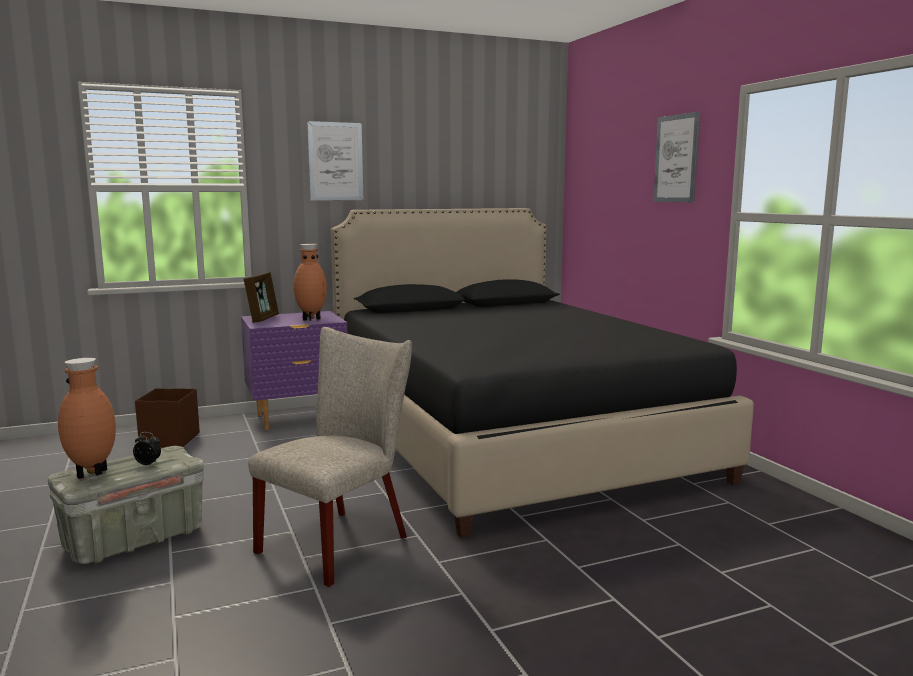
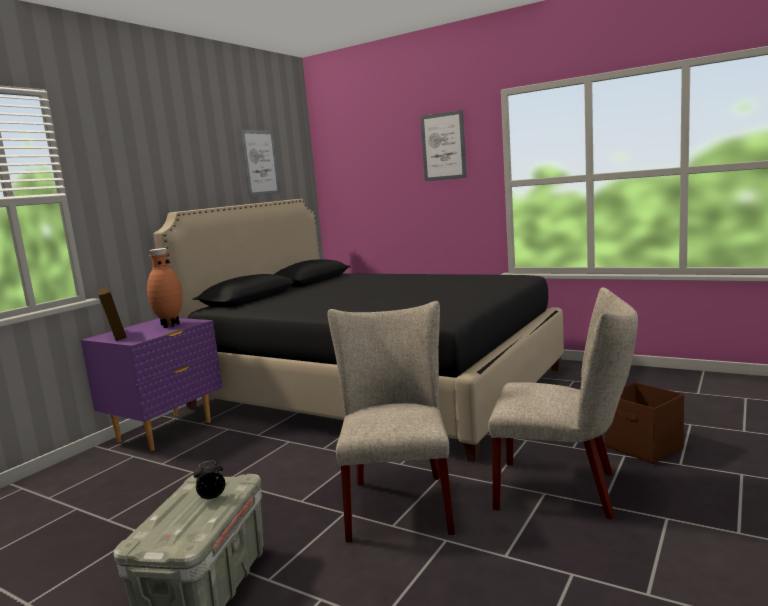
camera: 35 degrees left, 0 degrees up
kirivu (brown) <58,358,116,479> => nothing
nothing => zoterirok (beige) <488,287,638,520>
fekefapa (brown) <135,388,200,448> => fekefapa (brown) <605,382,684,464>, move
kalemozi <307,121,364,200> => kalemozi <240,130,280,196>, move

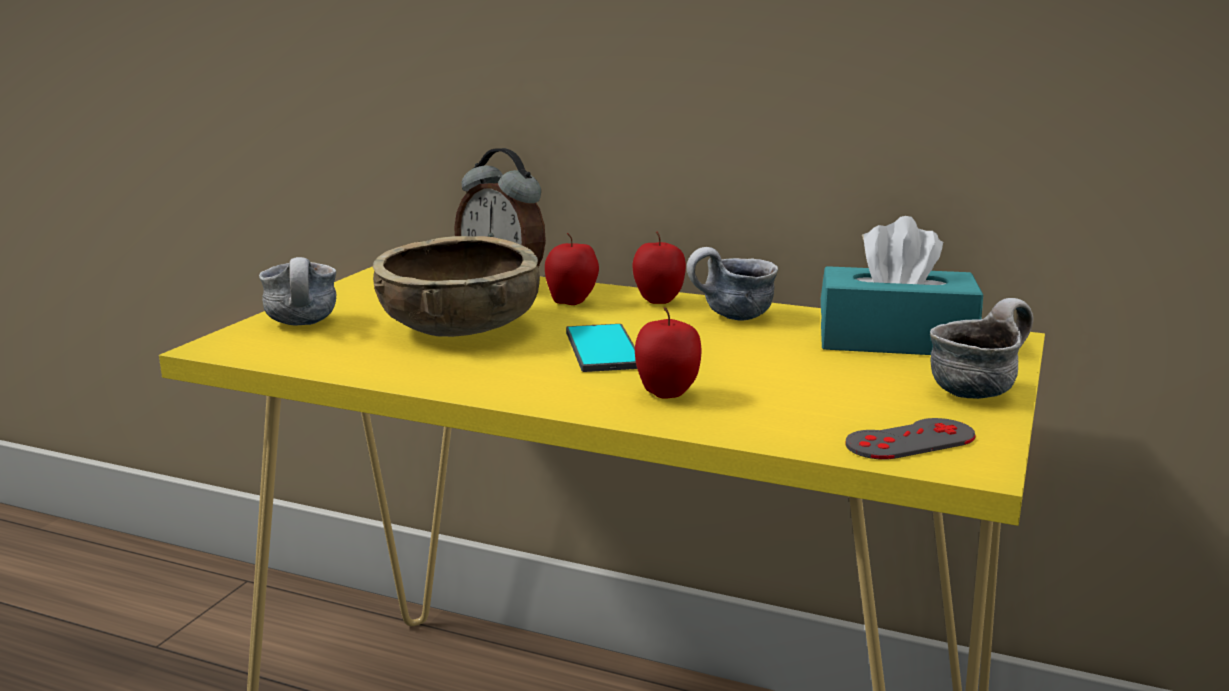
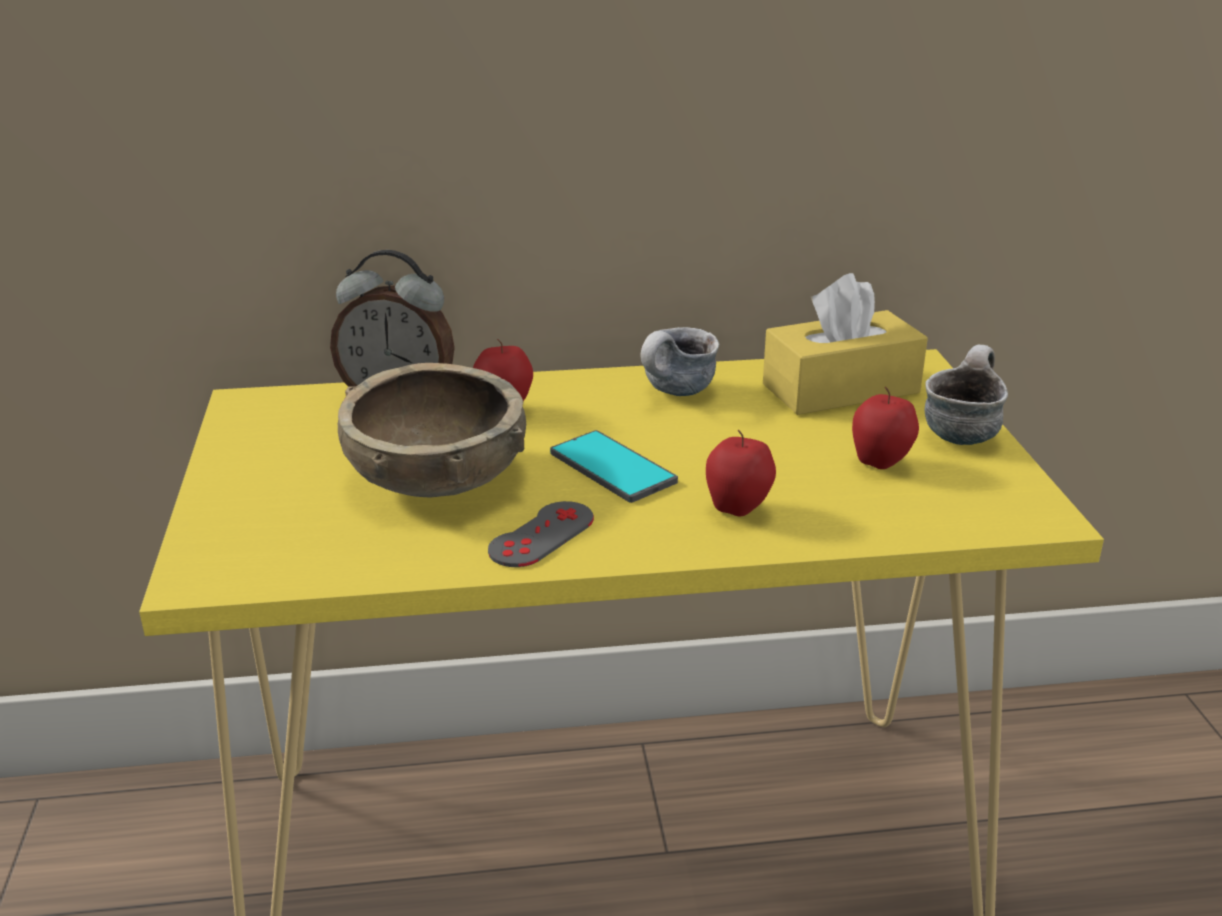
camera: 30 degrees left, 10 degrees up
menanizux <259,257,336,325> => nothing
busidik <632,232,686,304> => busidik <852,387,919,469>, move
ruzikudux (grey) <845,418,976,460> => ruzikudux (grey) <488,501,594,567>, move
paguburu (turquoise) <821,216,983,355> => paguburu (yellow) <763,273,928,415>

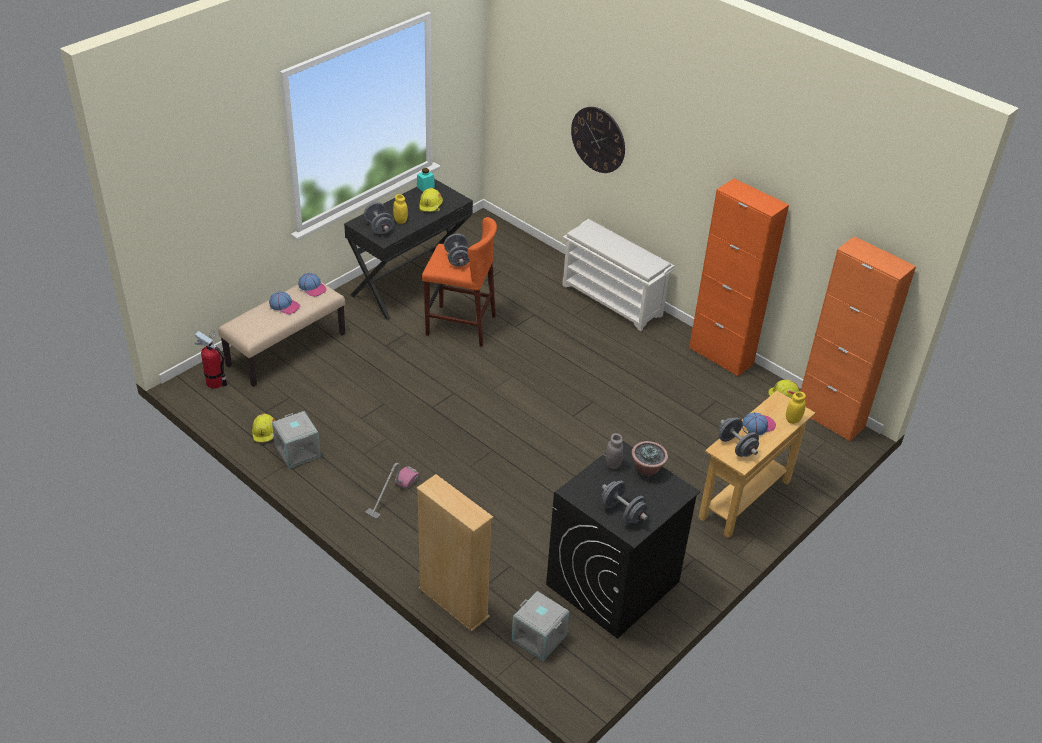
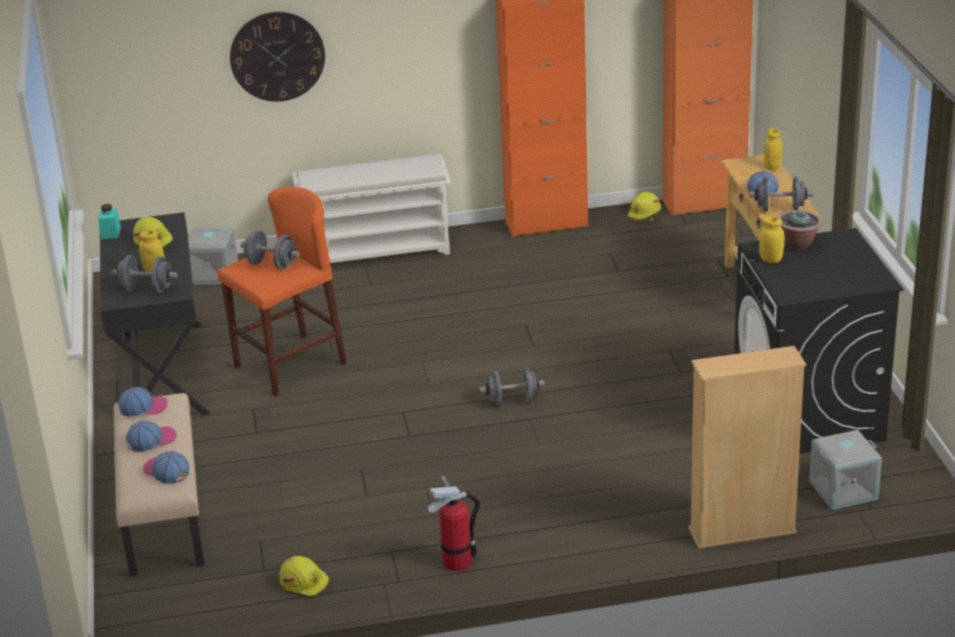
camera: 50 degrees left, 10 degrees down
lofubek <365,463,420,519> => nothing
nothing => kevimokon <143,451,189,483>
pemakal <195,330,228,389> => pemakal <428,476,480,571>, move
fekefapa (grey) <272,411,321,469> => fekefapa (grey) <188,227,238,284>, move
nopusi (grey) <602,481,648,524> => nopusi (grey) <480,367,545,406>, move
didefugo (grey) <606,433,623,469> => didefugo (yellow) <759,216,785,263>

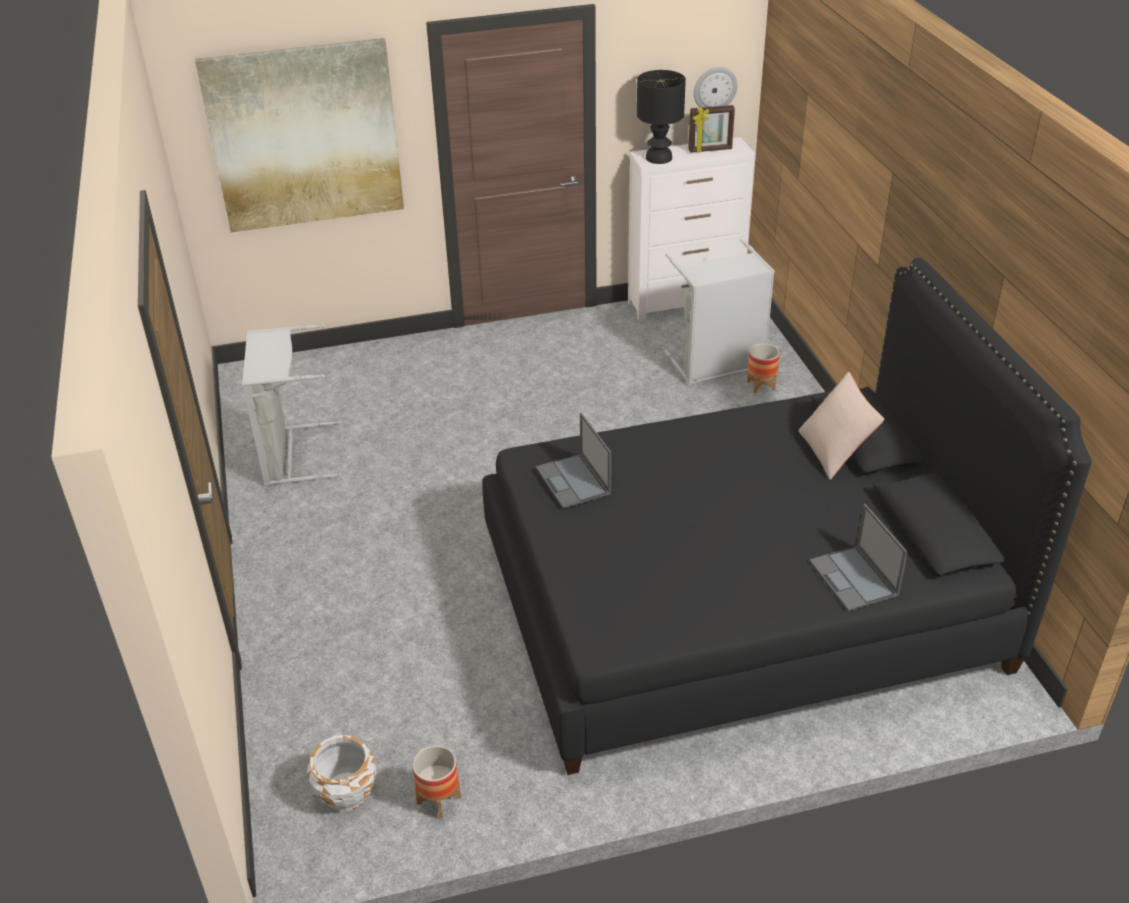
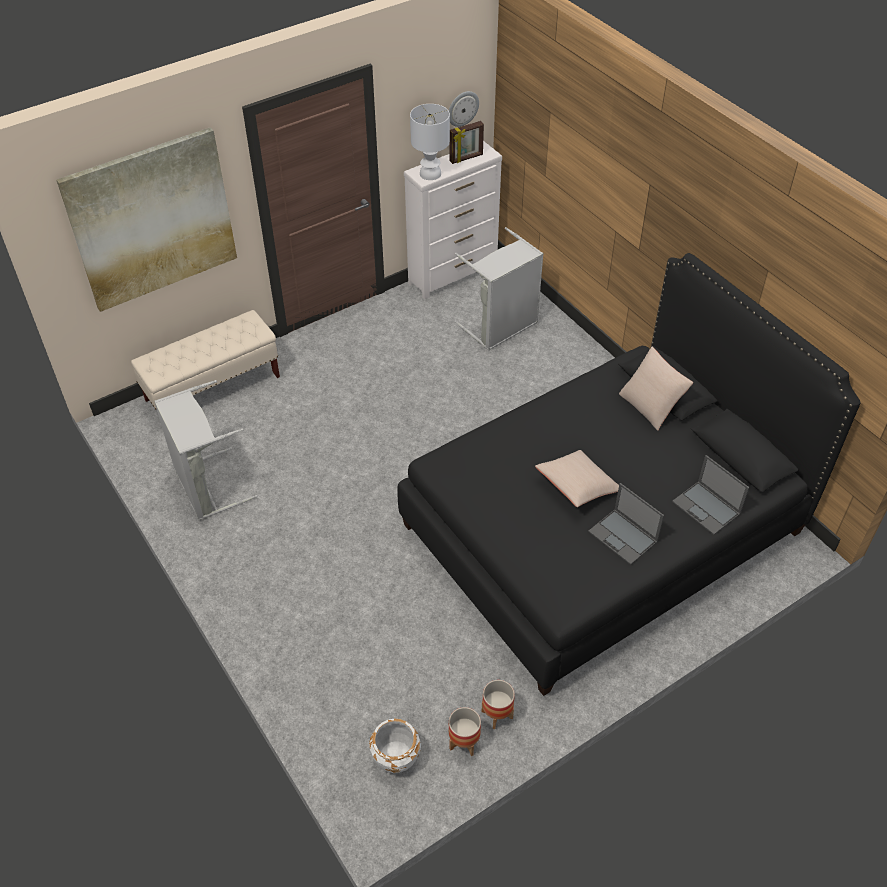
camera: 20 degrees left, 10 degrees up
nothing => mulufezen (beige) <131,310,280,410>
nothing => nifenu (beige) <535,450,619,507>
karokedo <536,413,611,509> => karokedo <588,483,664,565>, move
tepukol <747,343,780,394> => tepukol <481,680,515,729>, move
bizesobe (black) <637,70,686,164> => bizesobe (white) <410,104,450,180>

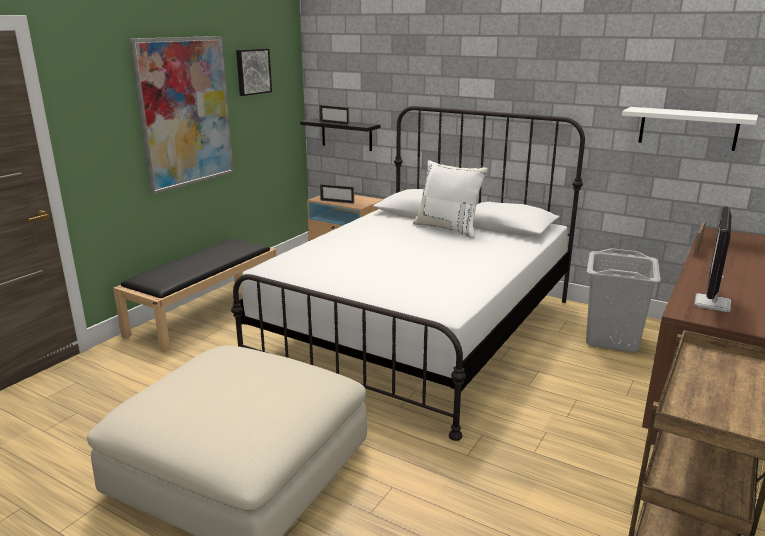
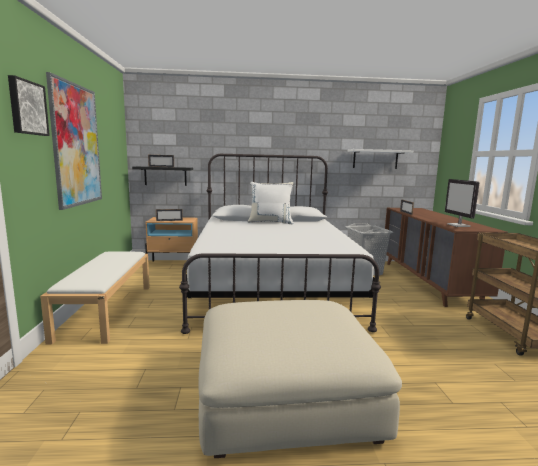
camera: 35 degrees left, 10 degrees down
kalemozi <236,49,272,96> => kalemozi <8,75,50,136>, move
mulufezen (black) <113,239,277,353> => mulufezen (white) <40,252,150,344>

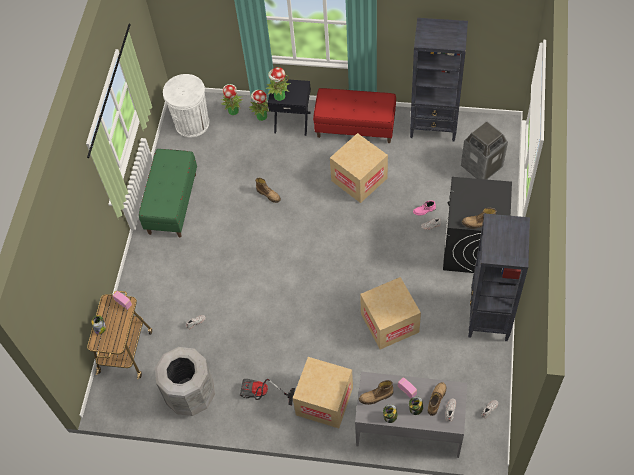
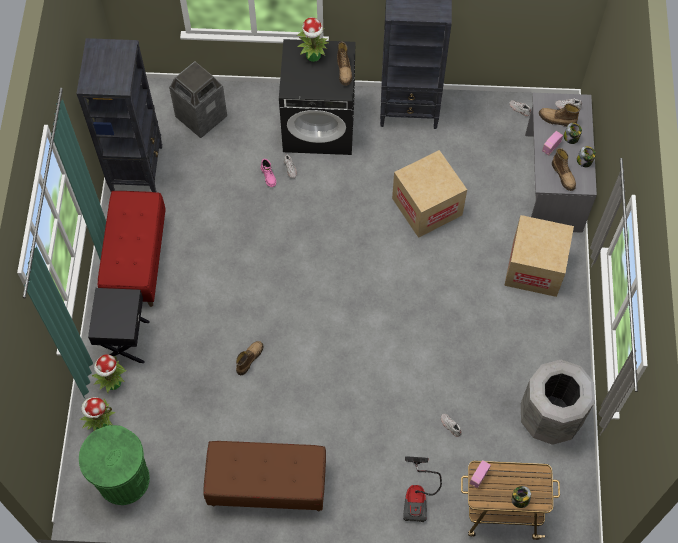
camera: 100 degrees left, 5 degrees up
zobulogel <330,133,388,203> => nothing
lofubek <240,379,295,405> => lofubek <403,456,442,522>, move
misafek <265,67,290,101> => misafek <297,17,328,62>, move
mulufezen (green) <139,149,197,237> => mulufezen (brown) <203,441,326,511>
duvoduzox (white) <163,74,209,137> => duvoduzox (green) <79,425,150,505>

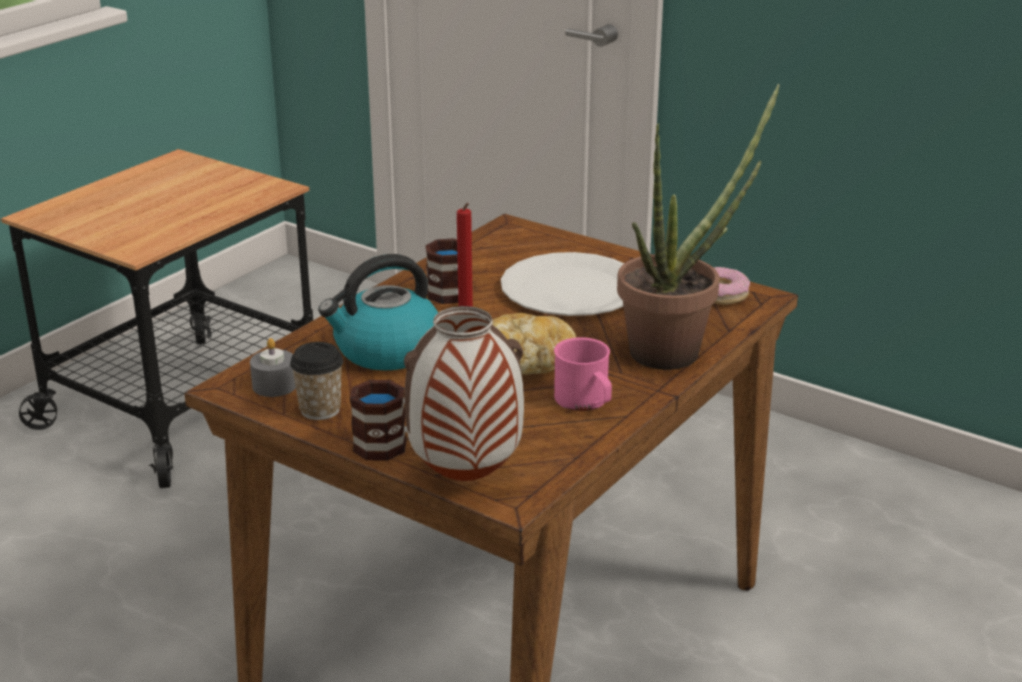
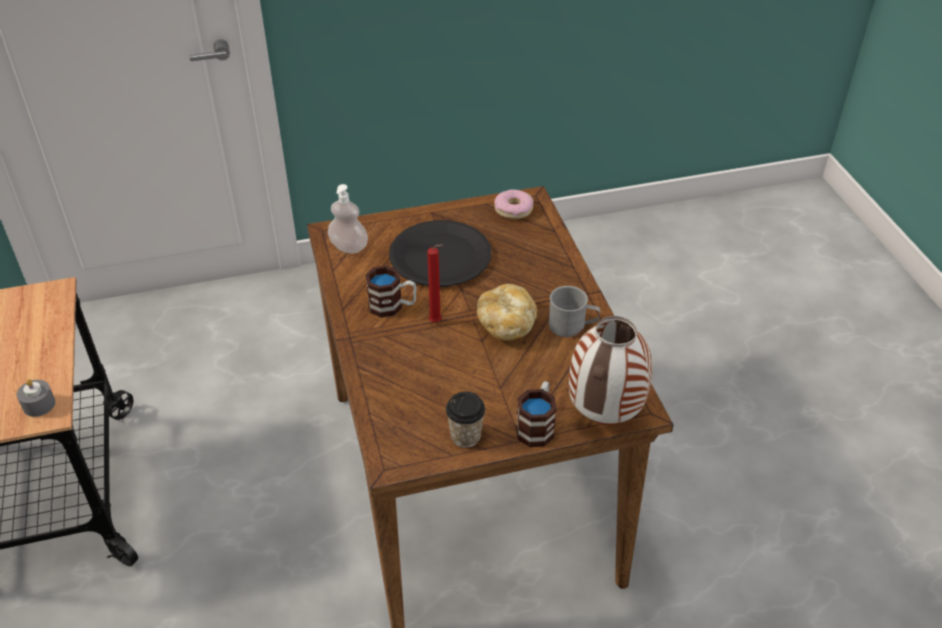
camera: 50 degrees left, 15 degrees up
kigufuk <318,254,438,371> => nothing
misafek <617,84,780,370> => nothing
nothing => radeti <328,184,368,253>
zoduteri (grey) <250,338,296,397> => zoduteri (grey) <17,379,55,417>, move
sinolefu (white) <501,252,624,316> => sinolefu (black) <389,220,491,287>
menanizux (pink) <554,337,612,411> => menanizux (grey) <549,286,600,337>

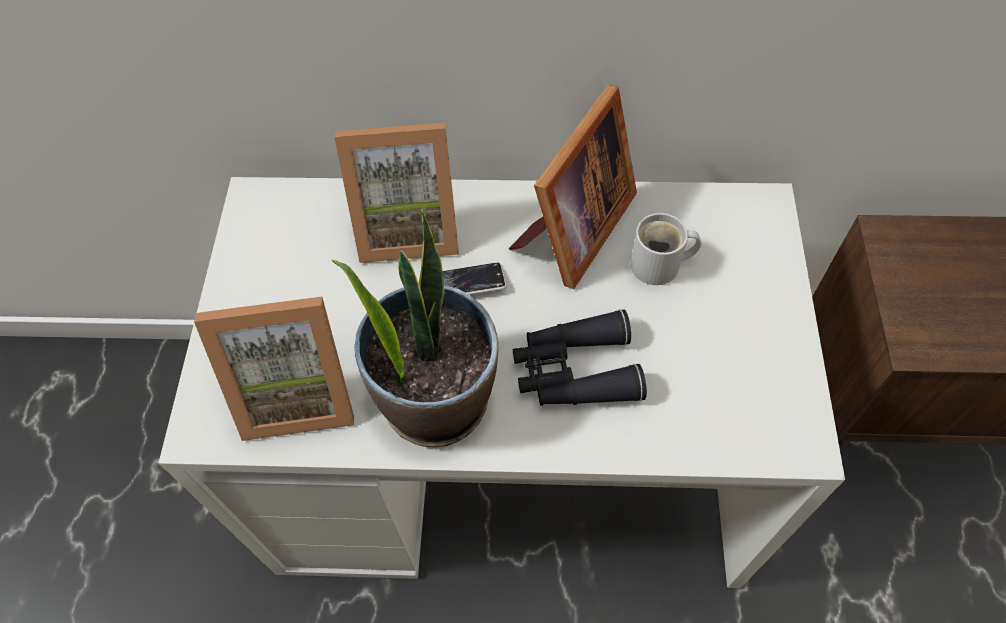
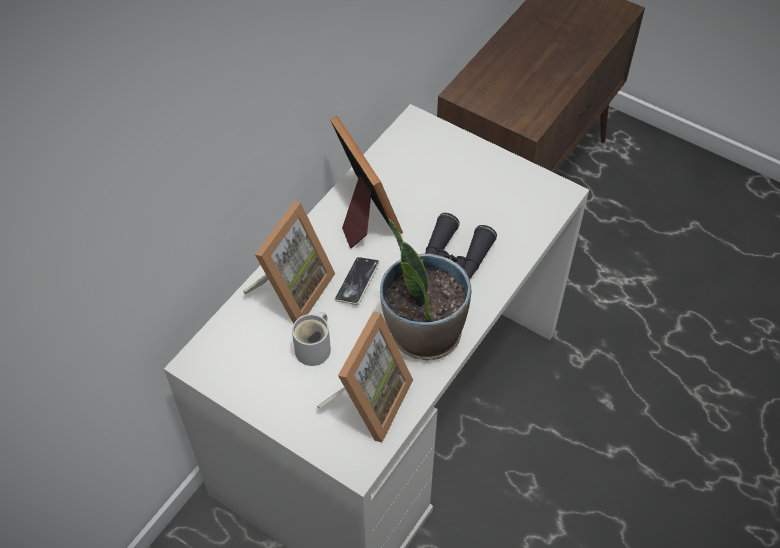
camera: 60 degrees left, 5 degrees down
menanizux (white) <630,213,702,285> => menanizux (white) <292,312,331,366>, move

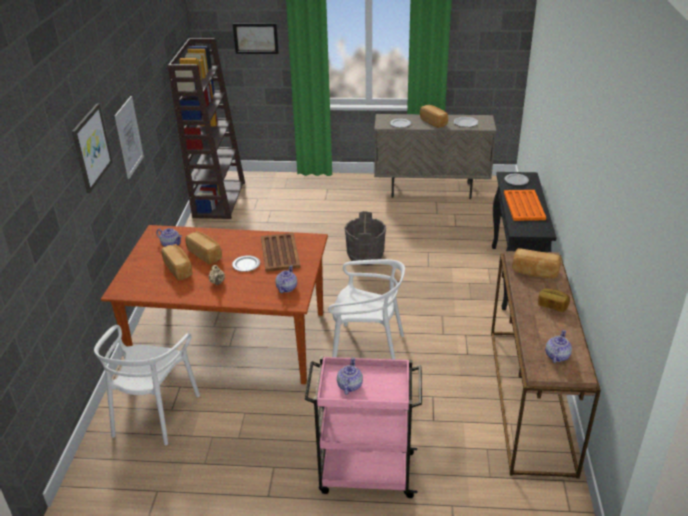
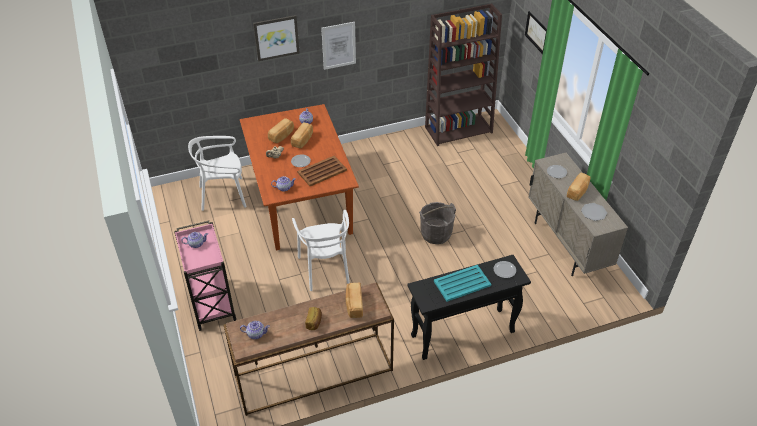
camera: 65 degrees right, 10 degrees up
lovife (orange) <504,190,546,221> => lovife (turquoise) <434,265,491,302>

